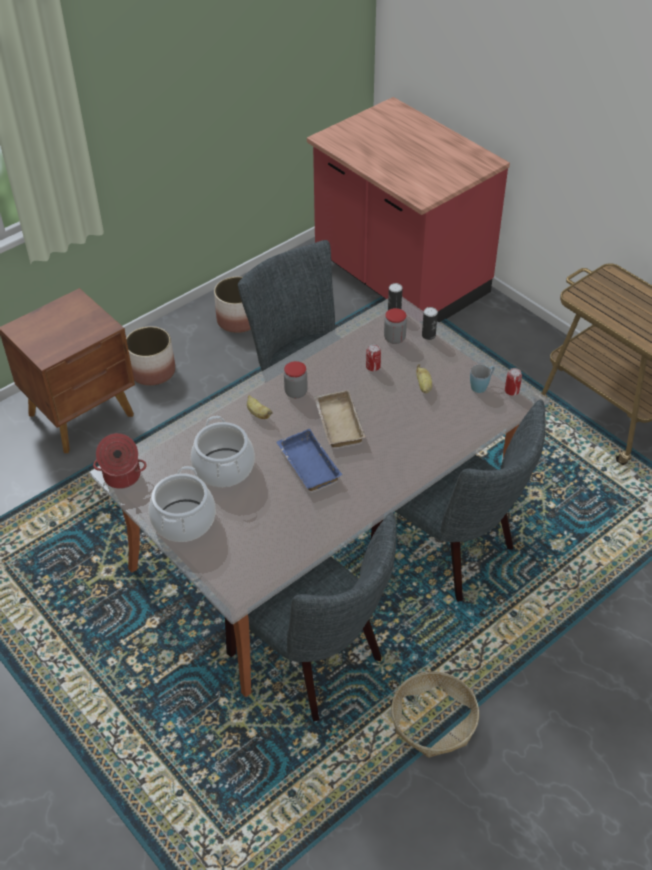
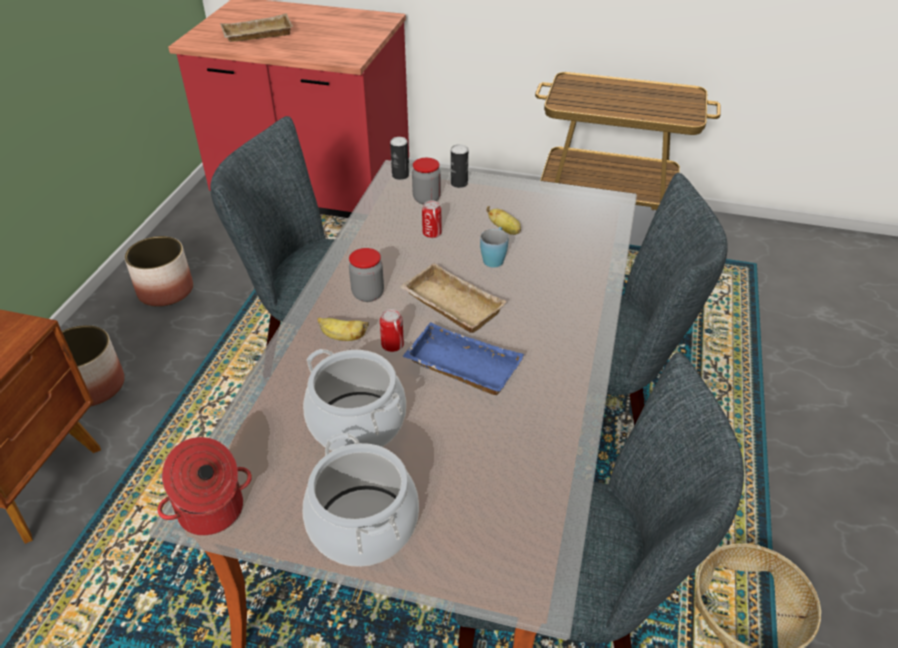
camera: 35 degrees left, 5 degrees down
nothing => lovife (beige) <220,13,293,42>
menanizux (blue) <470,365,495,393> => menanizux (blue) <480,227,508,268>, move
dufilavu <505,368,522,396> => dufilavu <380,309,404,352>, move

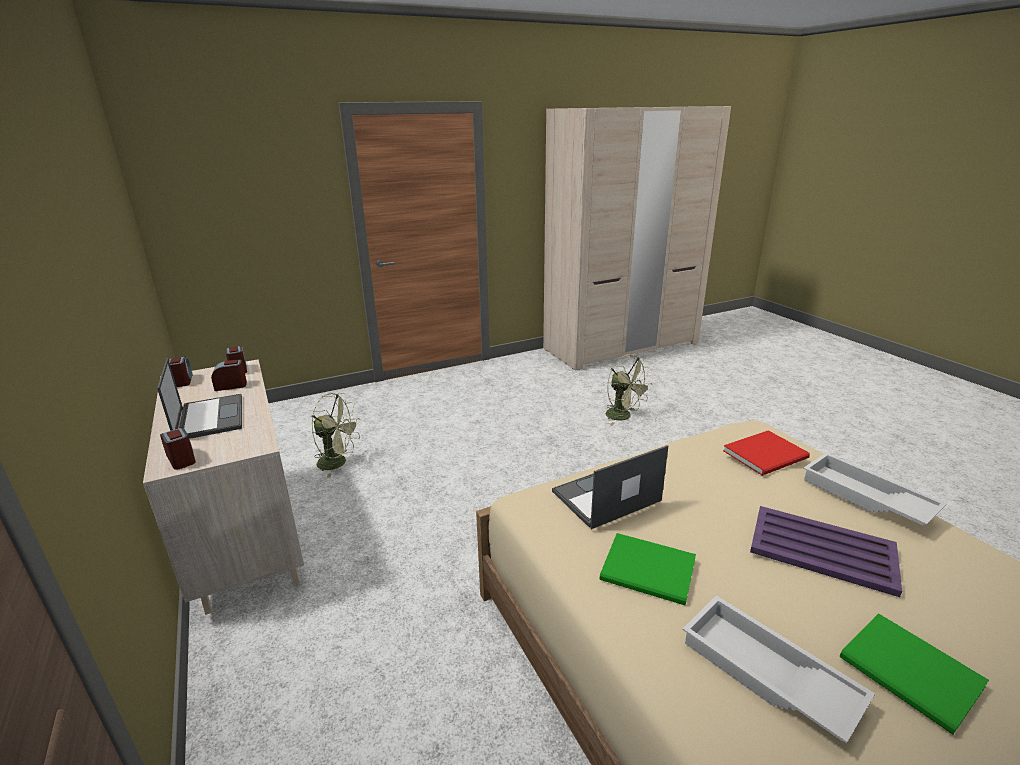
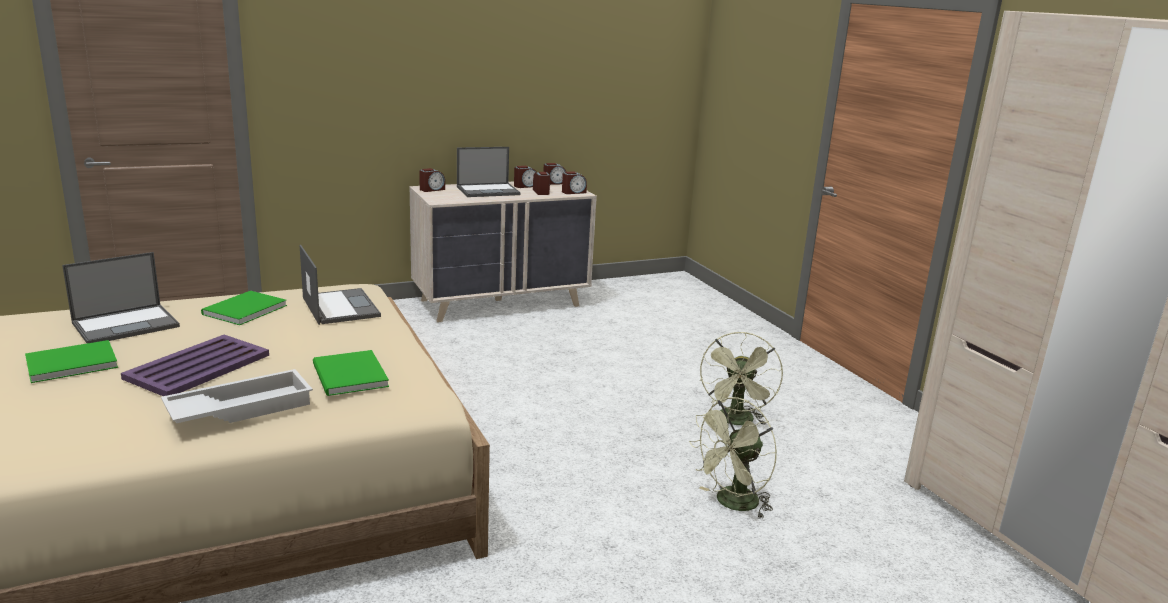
camera: 90 degrees right, 5 degrees down
nothing => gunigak <514,166,537,188>
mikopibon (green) <312,393,361,478> => mikopibon (green) <700,332,783,425>, move
lovife (white) <683,595,875,743> => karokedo <62,252,180,343>
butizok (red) <723,430,810,476> => butizok (green) <313,350,389,396>

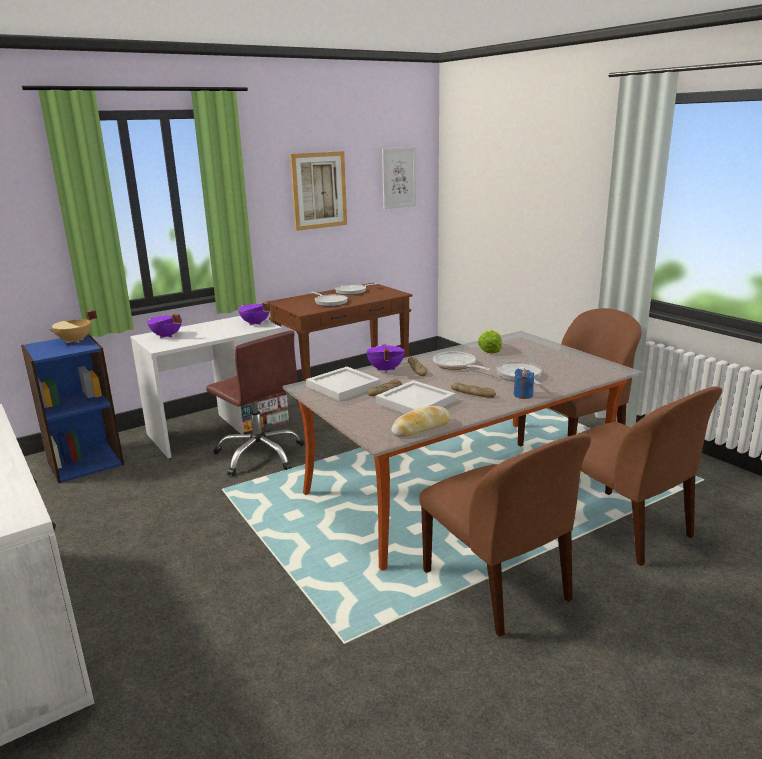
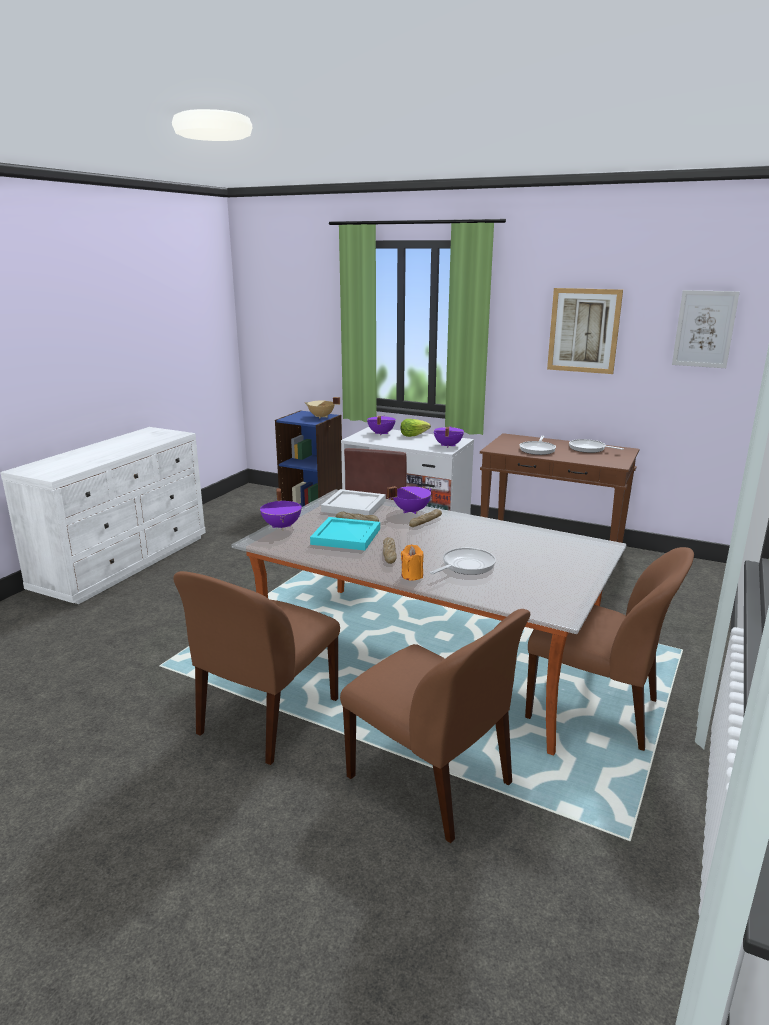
camera: 60 degrees right, 0 degrees up
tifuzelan <391,406,450,437> => nothing
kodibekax <433,351,491,371> => nothing
nothing => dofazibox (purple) <260,488,302,530>
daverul <478,330,502,353> => daverul <400,419,431,437>, move
lovife (white) <376,380,456,414> => lovife (turquoise) <310,517,380,551>
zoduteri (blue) <514,369,534,399> => zoduteri (orange) <401,544,423,580>
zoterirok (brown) <578,386,722,566> => zoterirok (brown) <340,609,530,843>, 75 degrees counterclockwise

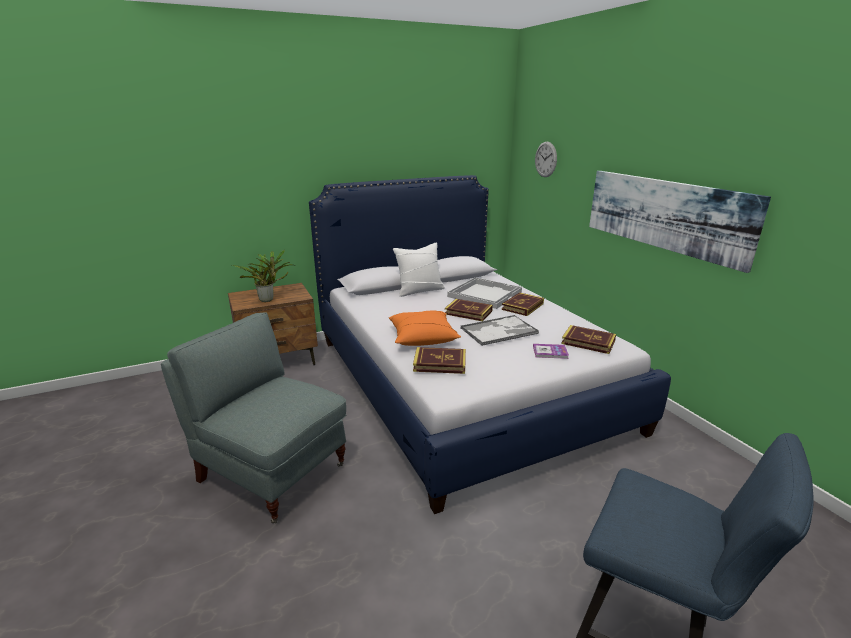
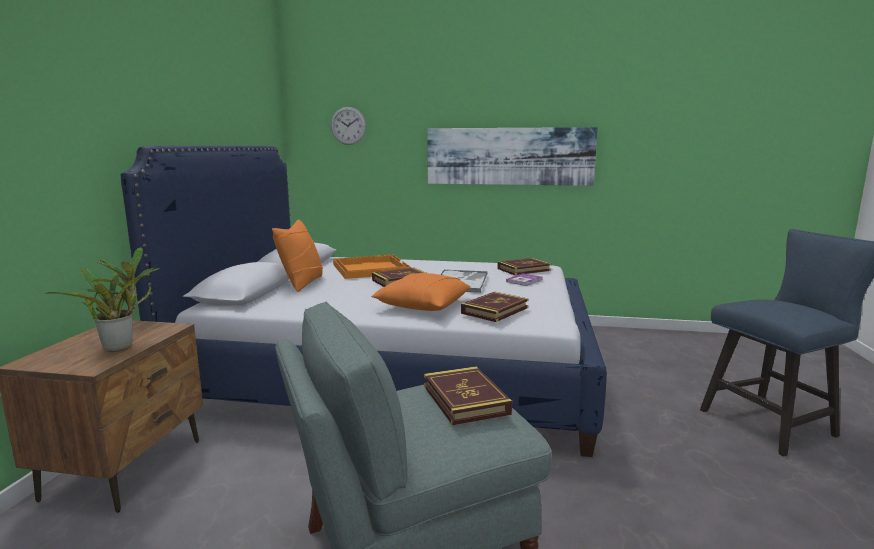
camera: 55 degrees left, 10 degrees down
butizok <502,292,544,316> => butizok <424,366,512,425>, move
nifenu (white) <393,242,445,297> => nifenu (orange) <272,219,323,292>
lovife (white) <447,277,522,309> => lovife (orange) <333,255,411,279>

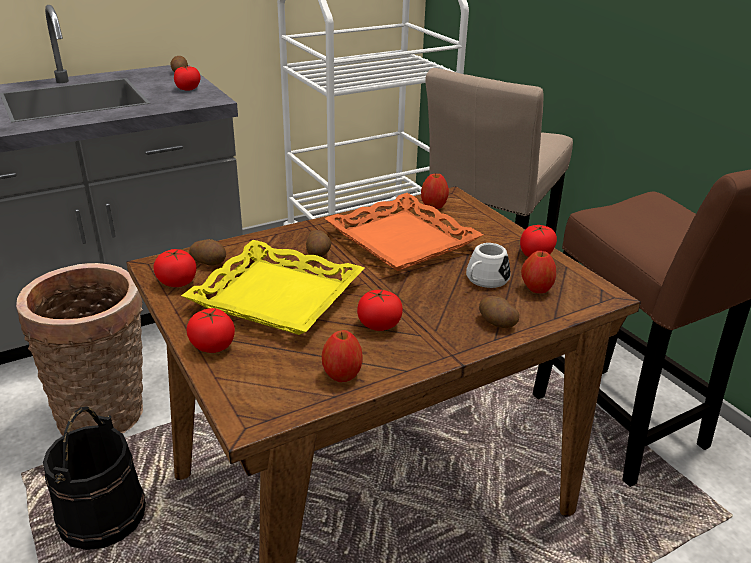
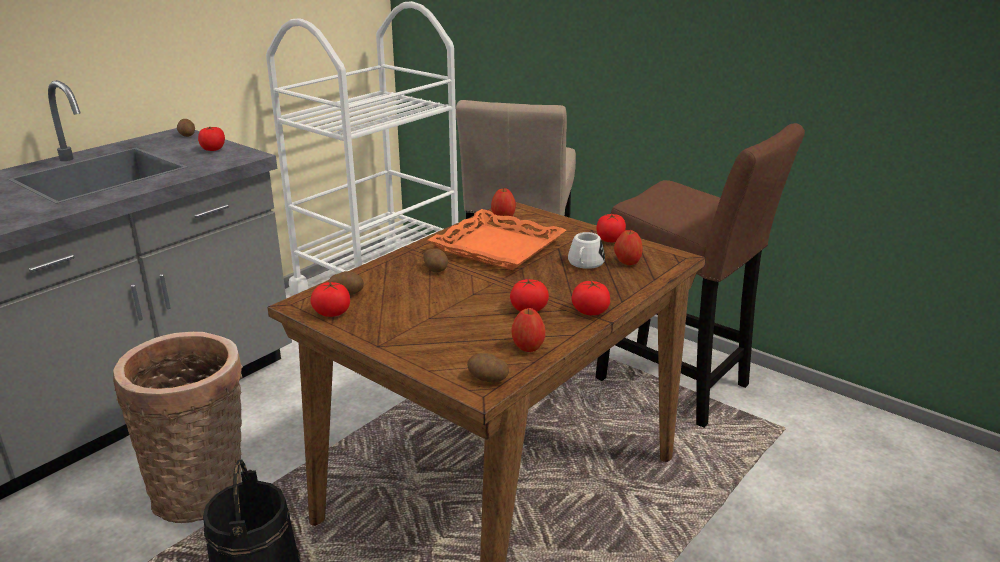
camera: 20 degrees left, 5 degrees down
lovife (yellow) <181,240,364,335> => nothing
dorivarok <187,308,235,353> => dorivarok <572,281,610,315>, move
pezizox <479,296,519,328> => pezizox <467,353,509,383>, move

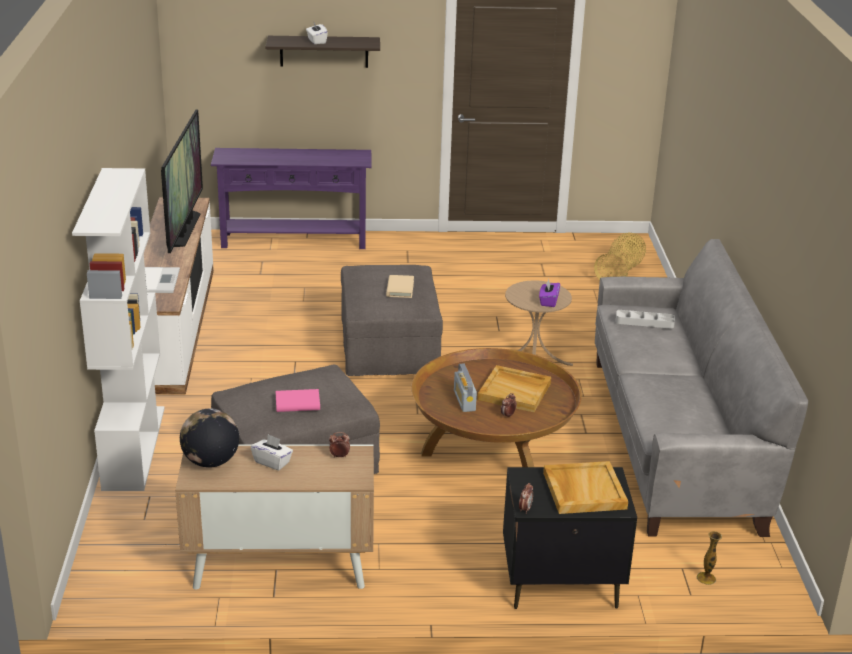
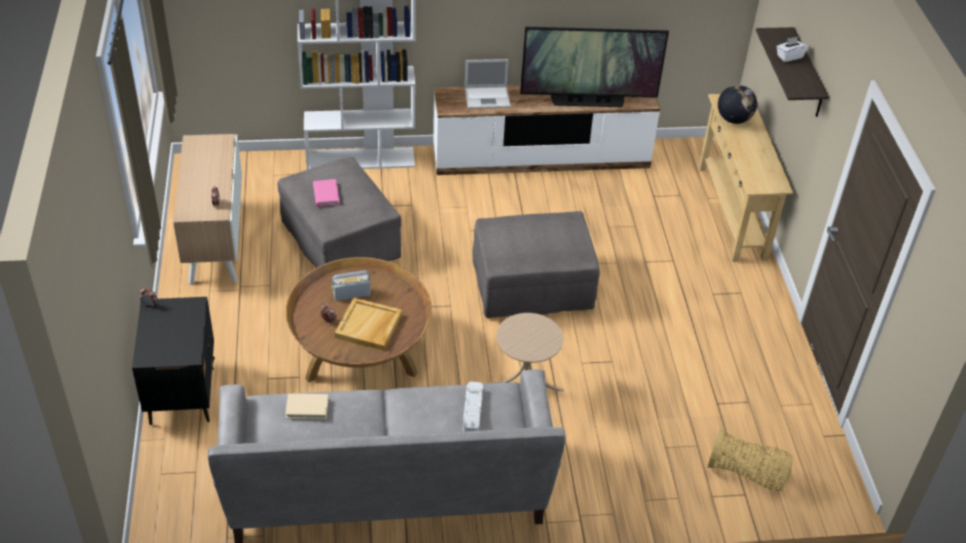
camera: 85 degrees right, 15 degrees up
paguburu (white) <250,434,293,470> => nothing
paguburu (purple) <539,279,560,307> => nothing
lovife (beige) <543,461,628,514> => nothing
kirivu <696,531,722,585> => nothing
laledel <180,408,239,468> => laledel <718,85,757,124>, move
butizok (beige) <386,275,414,298> => butizok (beige) <285,394,328,419>, move
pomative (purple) <211,148,372,249> => pomative (beige) <699,94,794,262>

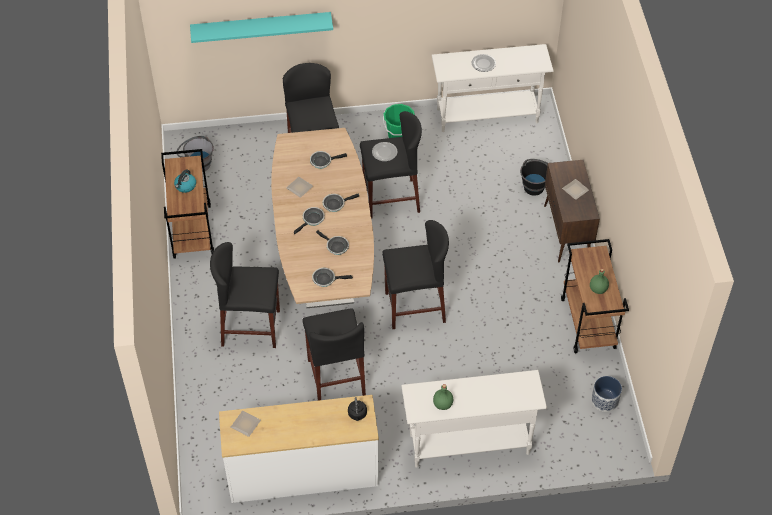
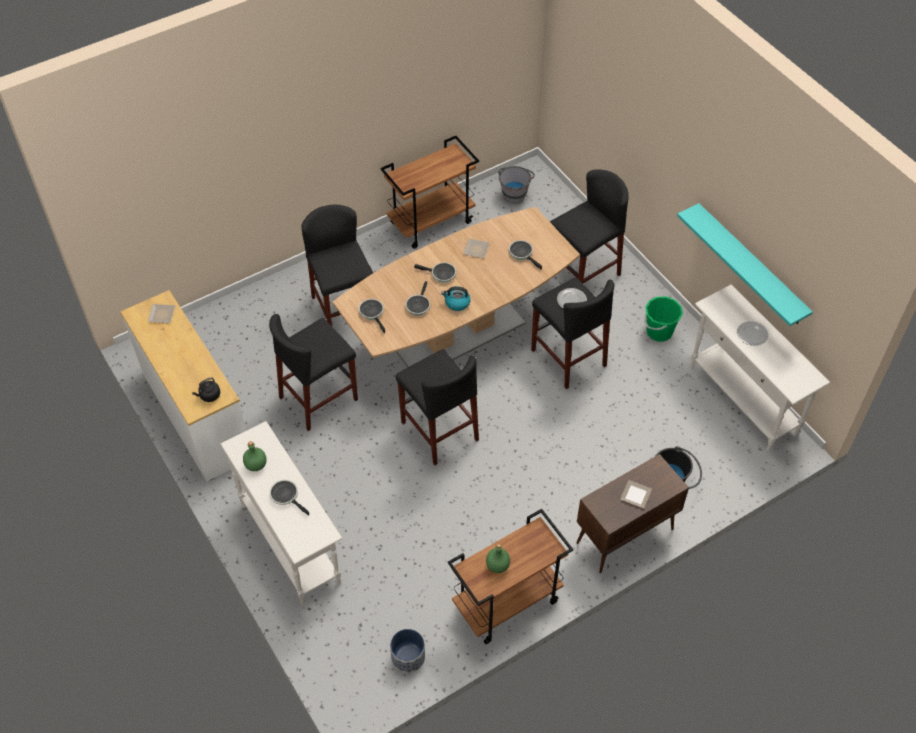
camera: 65 degrees right, 0 degrees up
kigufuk <174,169,196,193> => kigufuk <441,286,471,311>, move
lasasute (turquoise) <190,12,333,43> => lasasute (turquoise) <677,203,813,326>, move
kodibekax <323,194,359,212> => kodibekax <270,480,309,516>, move

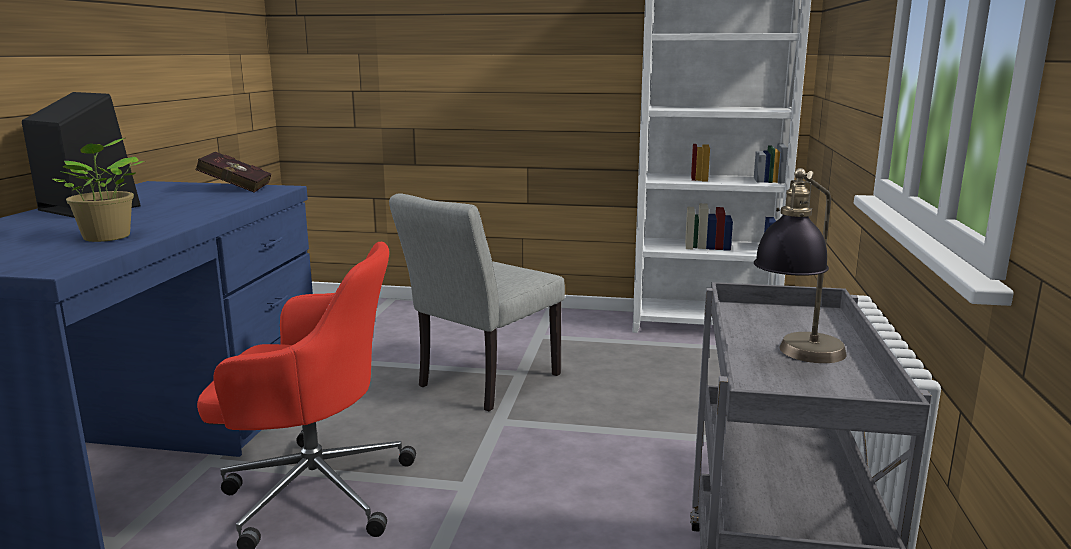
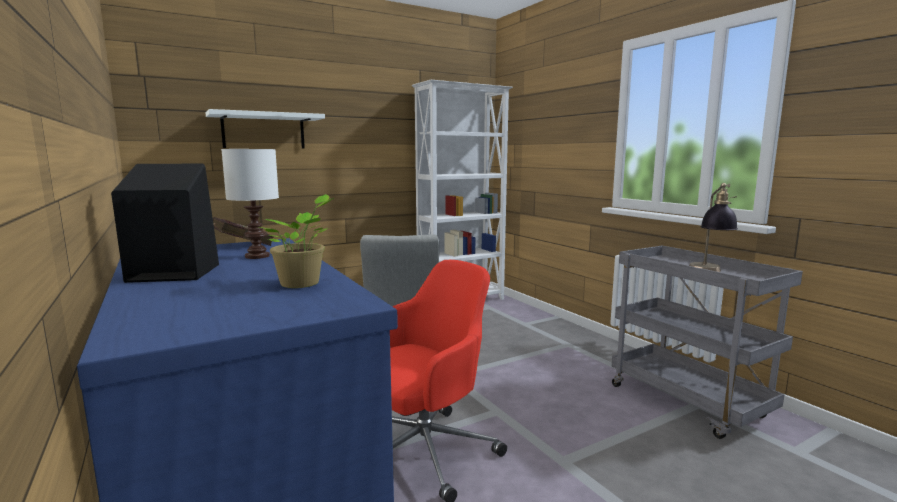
camera: 40 degrees left, 5 degrees down
nothing => lasasute (white) <205,109,325,148>
nothing => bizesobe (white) <221,149,279,259>

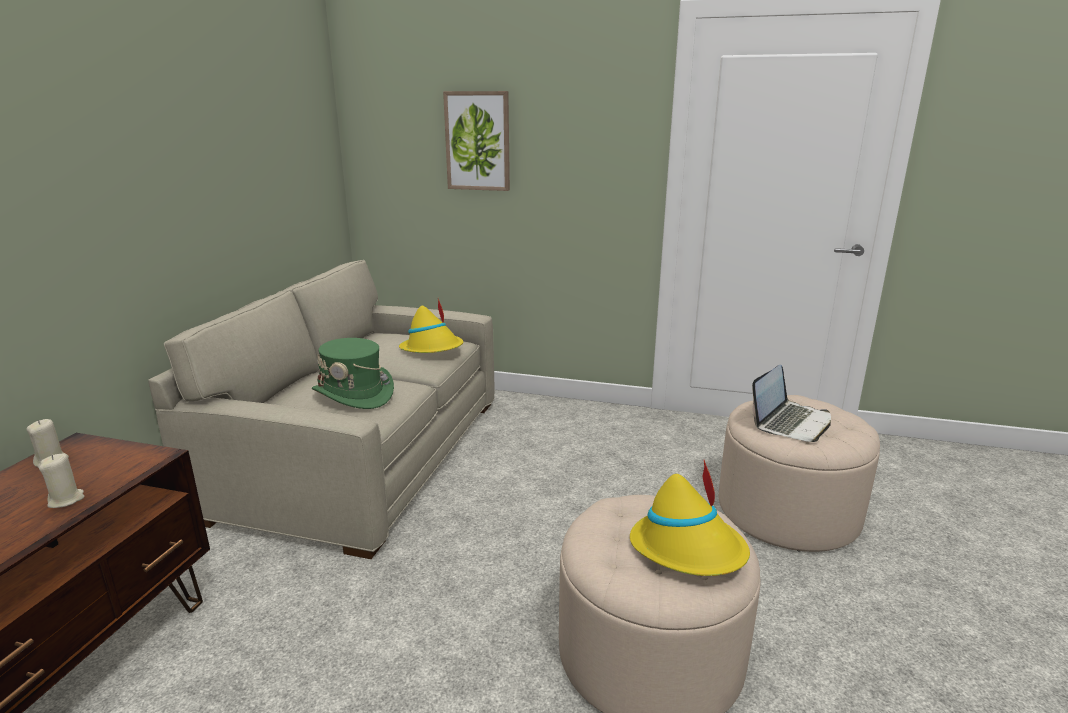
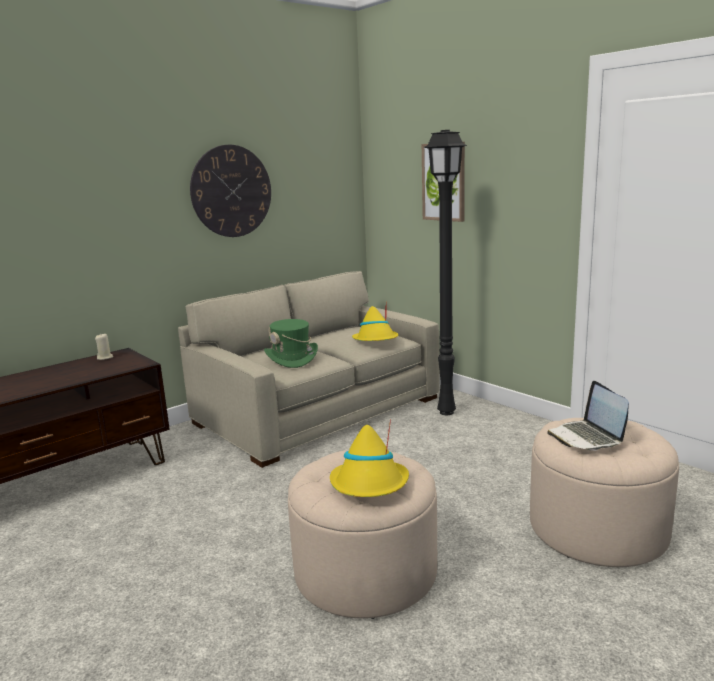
camera: 35 degrees right, 5 degrees down
zoduteri (beige) <39,453,84,508> => nothing
nothing => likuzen <190,145,271,237>
nothing => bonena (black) <424,130,467,415>
karokedo <752,364,831,442> => karokedo <547,381,629,451>, 90 degrees clockwise

